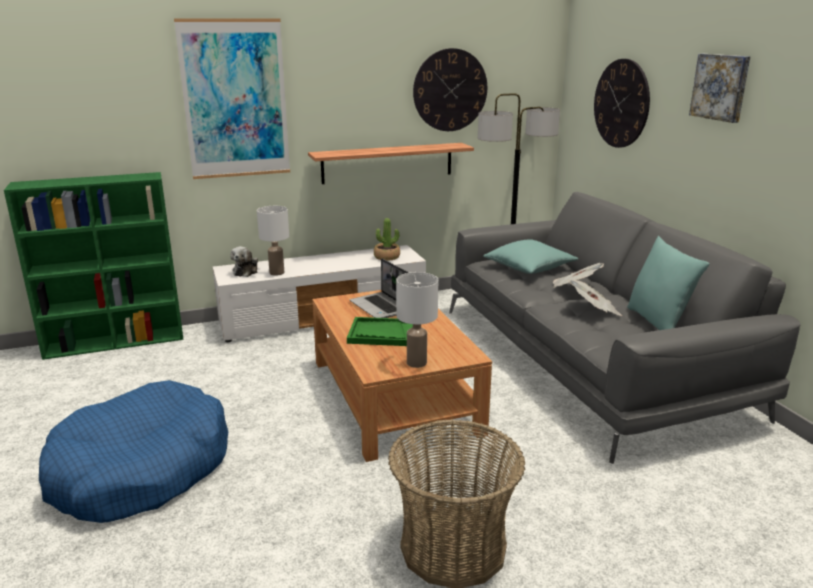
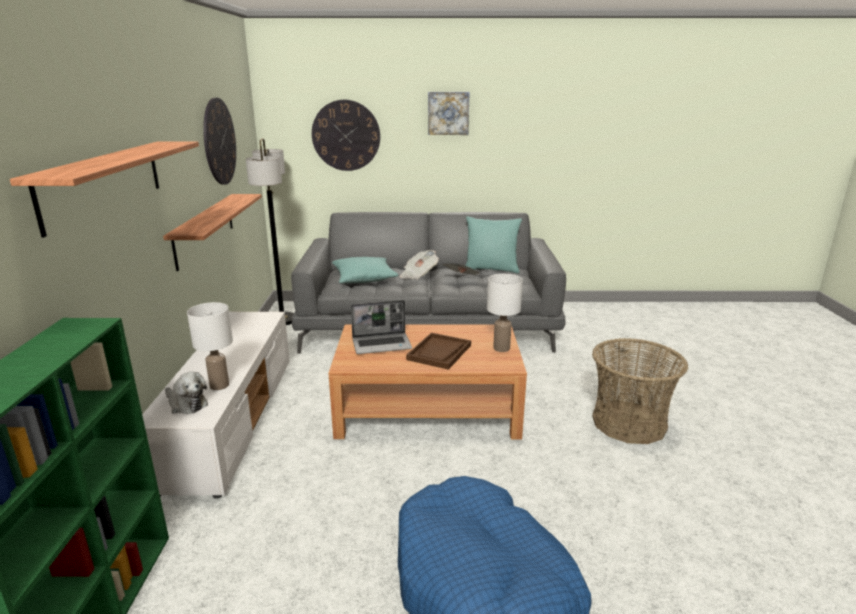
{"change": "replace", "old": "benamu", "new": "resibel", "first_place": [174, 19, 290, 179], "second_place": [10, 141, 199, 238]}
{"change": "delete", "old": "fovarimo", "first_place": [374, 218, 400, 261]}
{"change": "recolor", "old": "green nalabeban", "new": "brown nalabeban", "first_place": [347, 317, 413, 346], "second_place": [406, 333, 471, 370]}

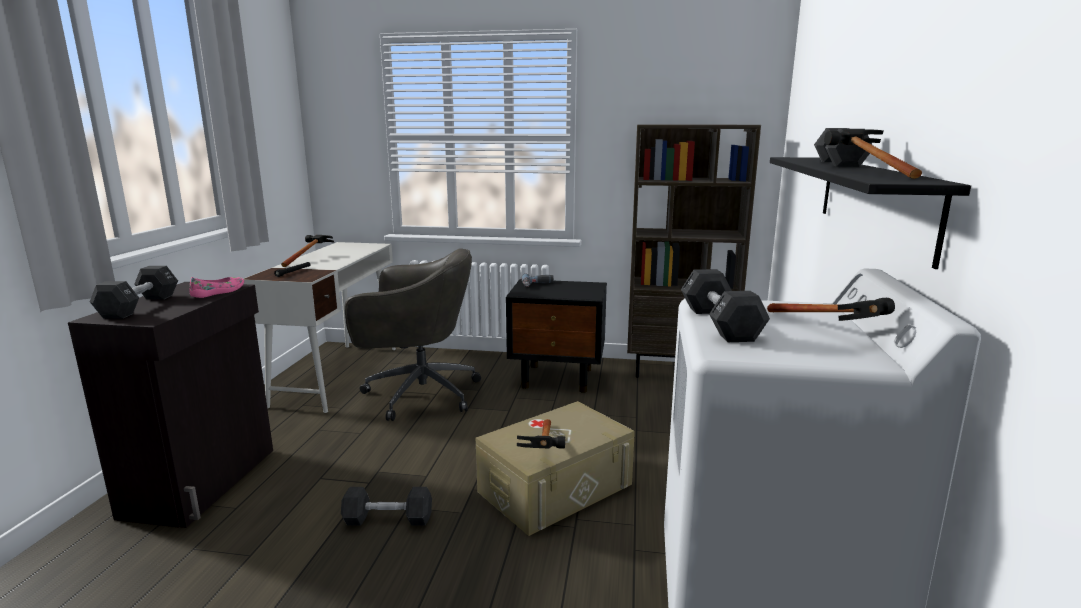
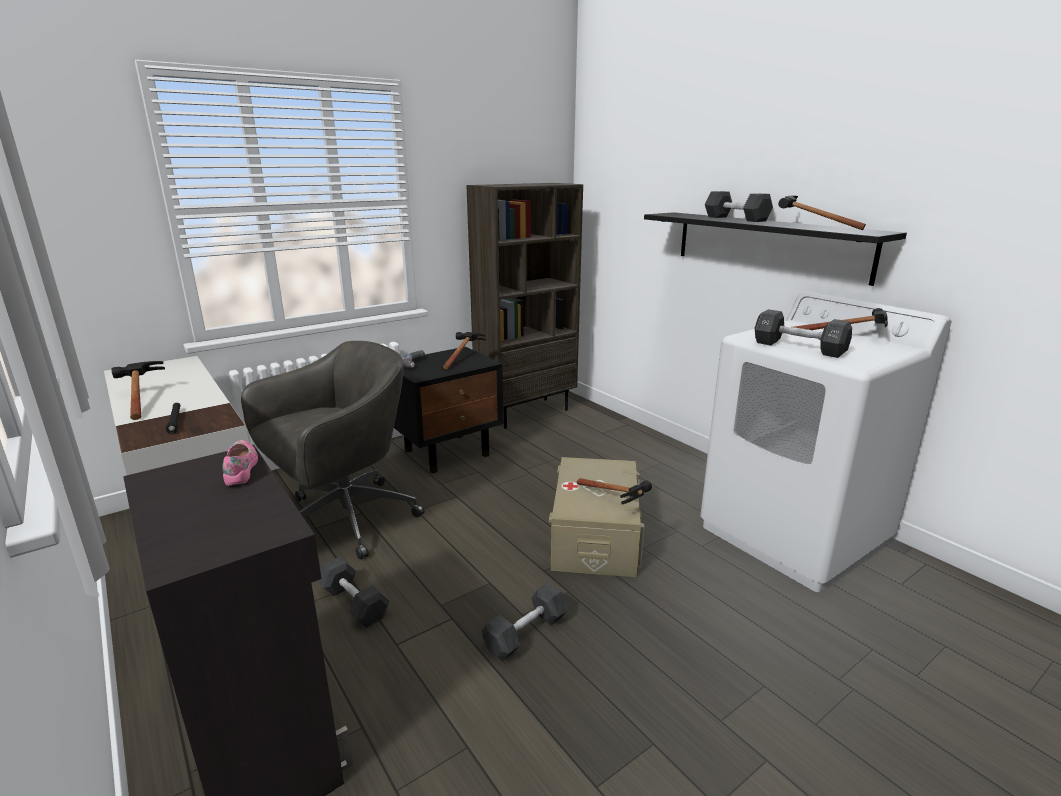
{"change": "move", "old": "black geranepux", "first_place": [90, 266, 178, 318], "second_place": [317, 557, 390, 628]}
{"change": "insert", "new": "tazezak", "second_place": [443, 332, 486, 369]}

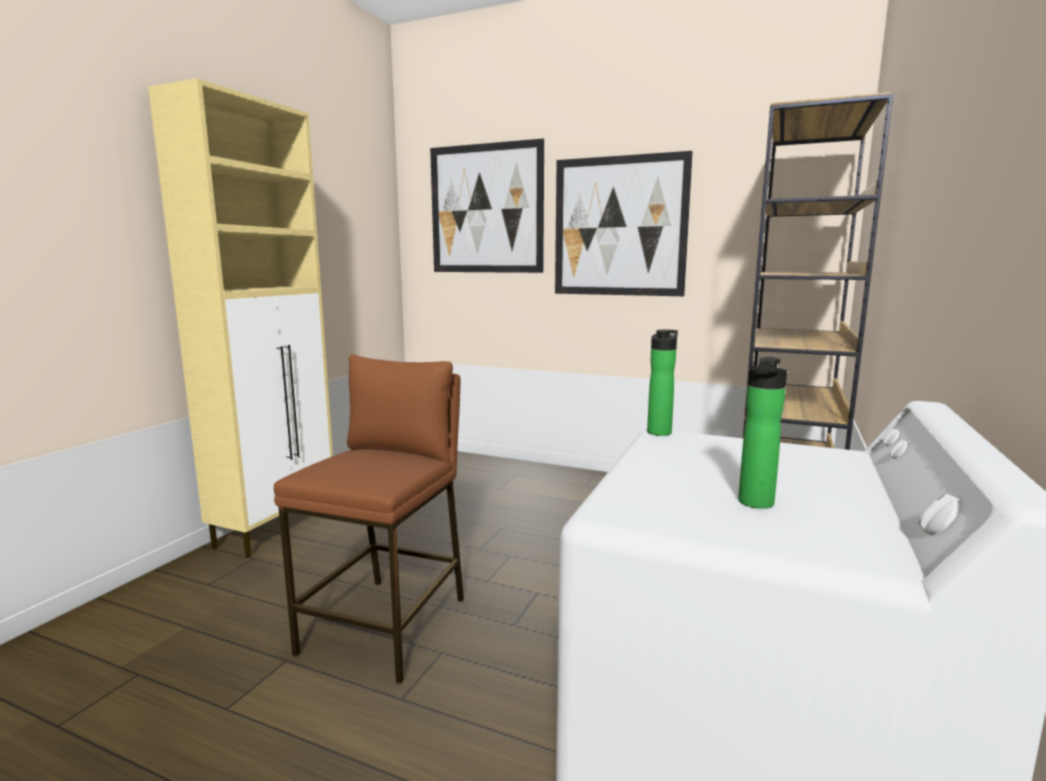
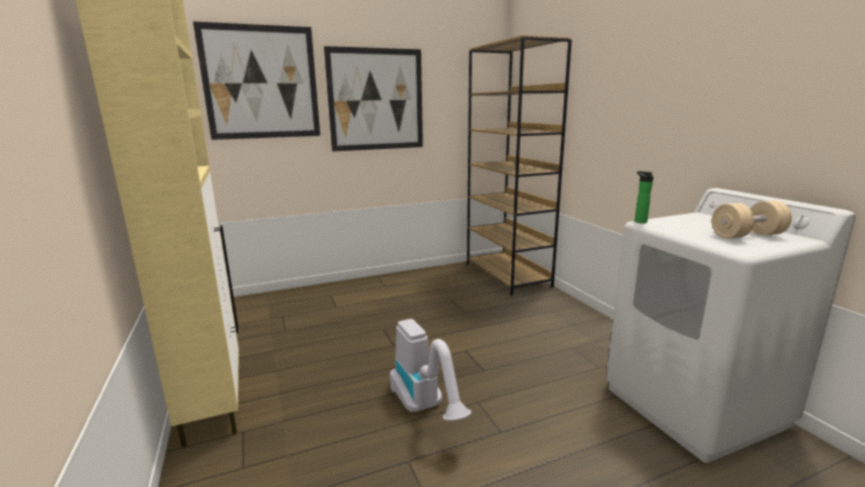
{"change": "replace", "old": "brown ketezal", "new": "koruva", "first_place": [274, 354, 464, 684], "second_place": [390, 319, 472, 421]}
{"change": "replace", "old": "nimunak", "new": "beige geranepux", "first_place": [738, 357, 787, 509], "second_place": [712, 201, 792, 239]}

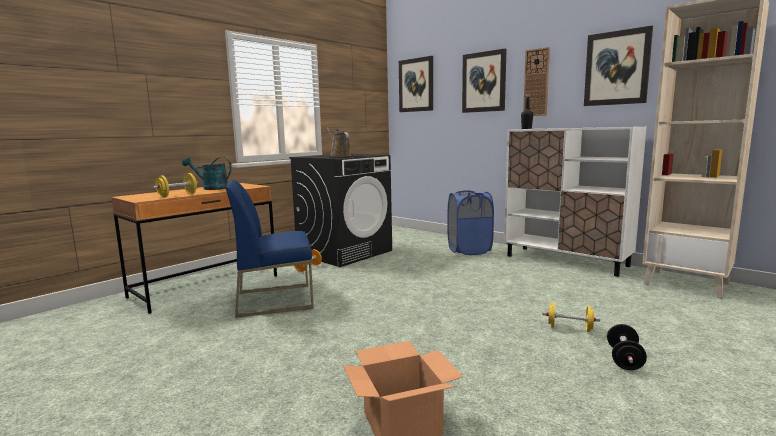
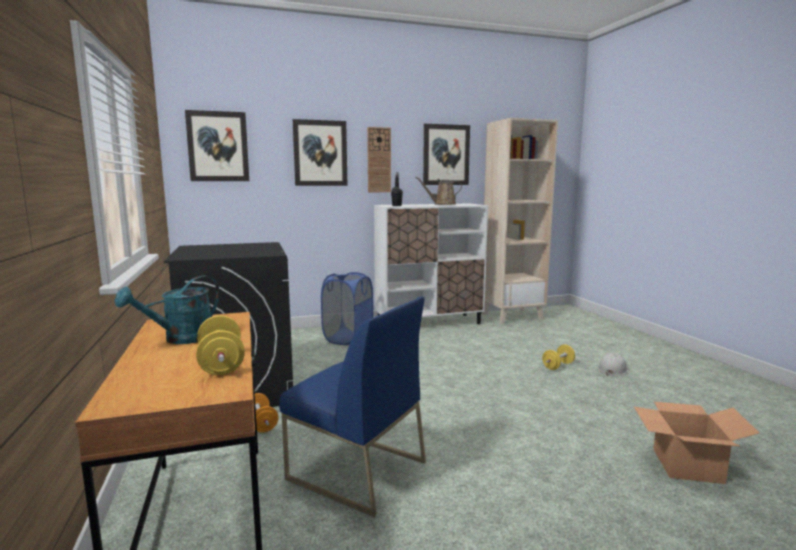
{"change": "move", "old": "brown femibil", "first_place": [327, 128, 352, 157], "second_place": [415, 177, 462, 205]}
{"change": "rotate", "old": "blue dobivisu", "first_place": [225, 180, 314, 318], "second_place": [279, 297, 426, 517], "degrees": -75}
{"change": "replace", "old": "black geranepux", "new": "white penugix", "first_place": [607, 324, 647, 370], "second_place": [598, 353, 628, 376]}

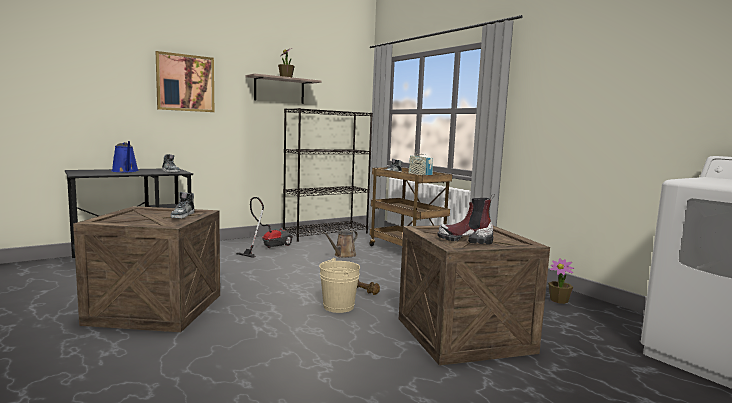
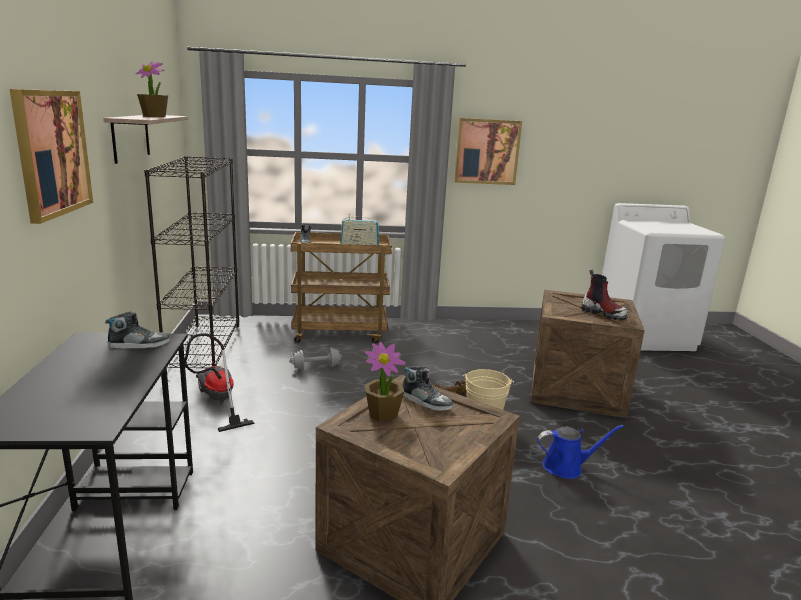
{"change": "move", "old": "blue femibil", "first_place": [112, 141, 139, 172], "second_place": [537, 425, 624, 479]}
{"change": "rotate", "old": "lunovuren", "first_place": [438, 194, 495, 244], "second_place": [581, 269, 628, 320], "degrees": -90}
{"change": "replace", "old": "brown femibil", "new": "grey geranepux", "first_place": [323, 230, 358, 258], "second_place": [289, 347, 343, 370]}
{"change": "move", "old": "fovarimo", "first_place": [548, 258, 574, 304], "second_place": [365, 342, 406, 421]}
{"change": "insert", "new": "benamu", "second_place": [454, 118, 522, 185]}

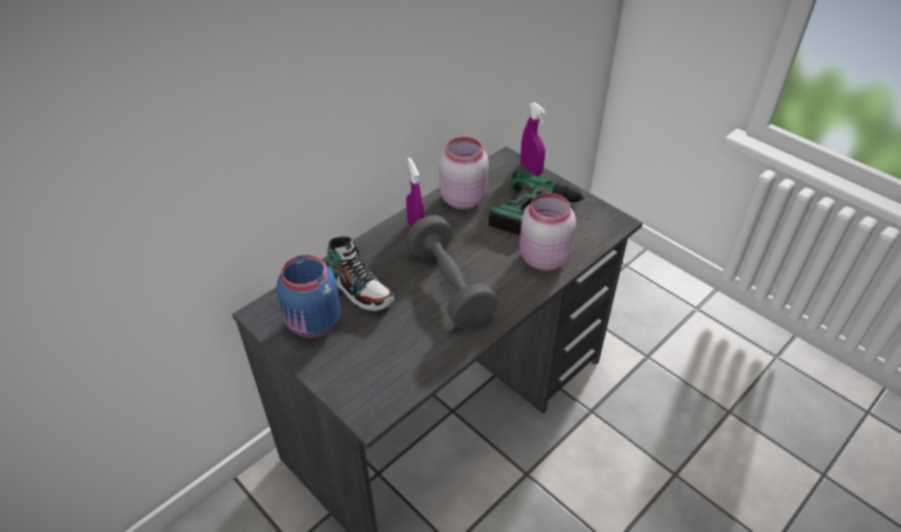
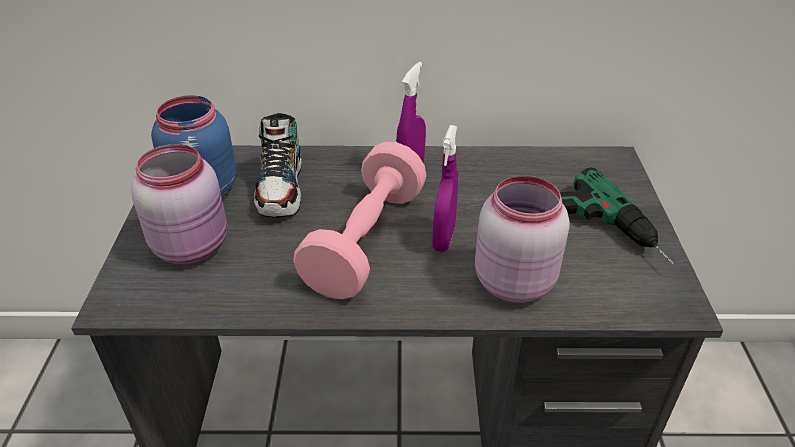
{"change": "move", "old": "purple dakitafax", "first_place": [521, 102, 546, 176], "second_place": [433, 125, 458, 252]}
{"change": "move", "old": "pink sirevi", "first_place": [439, 137, 489, 209], "second_place": [131, 144, 227, 265]}
{"change": "recolor", "old": "grey geranepux", "new": "pink geranepux", "first_place": [406, 215, 498, 328], "second_place": [293, 142, 426, 299]}

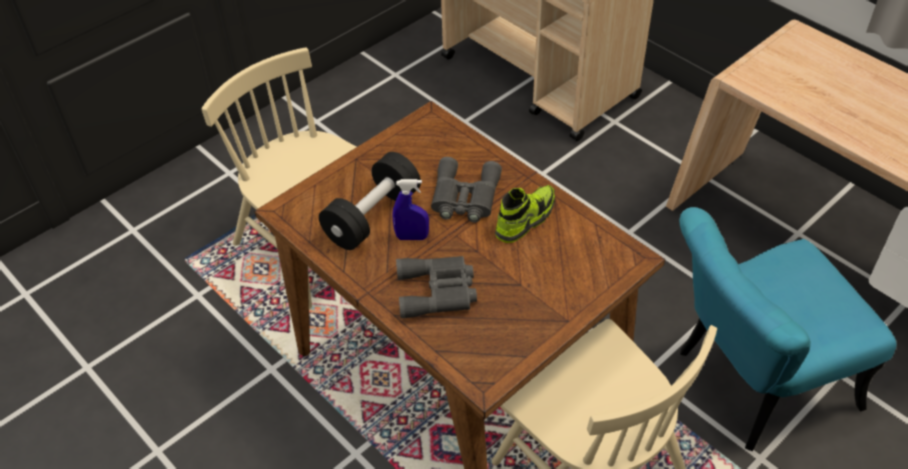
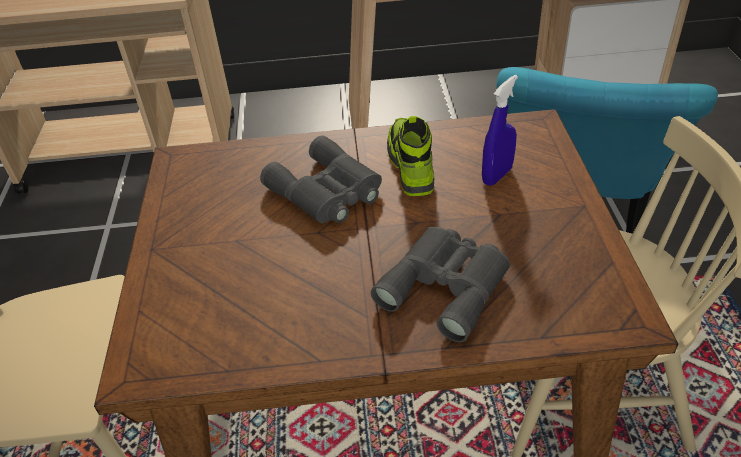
{"change": "delete", "old": "black geranepux", "first_place": [319, 152, 421, 250]}
{"change": "move", "old": "blue dakitafax", "first_place": [392, 179, 429, 240], "second_place": [482, 75, 518, 186]}

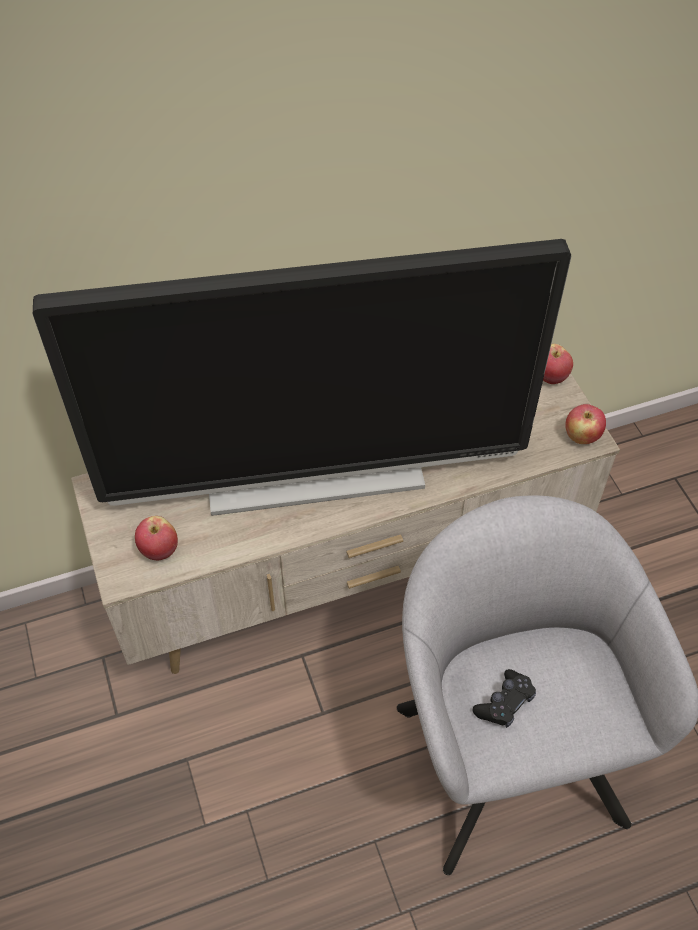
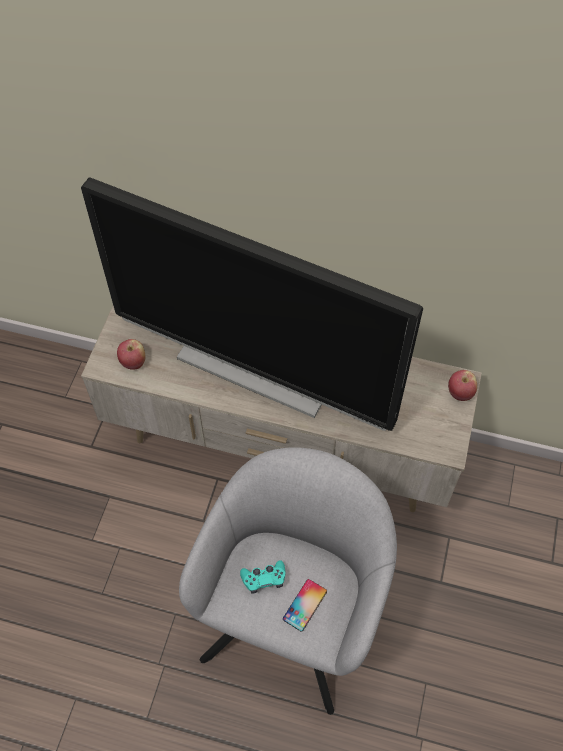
{"change": "delete", "old": "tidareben", "first_place": [565, 404, 606, 444]}
{"change": "recolor", "old": "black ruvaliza", "new": "turquoise ruvaliza", "first_place": [472, 669, 536, 728], "second_place": [240, 560, 286, 594]}
{"change": "insert", "new": "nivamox", "second_place": [283, 579, 327, 632]}

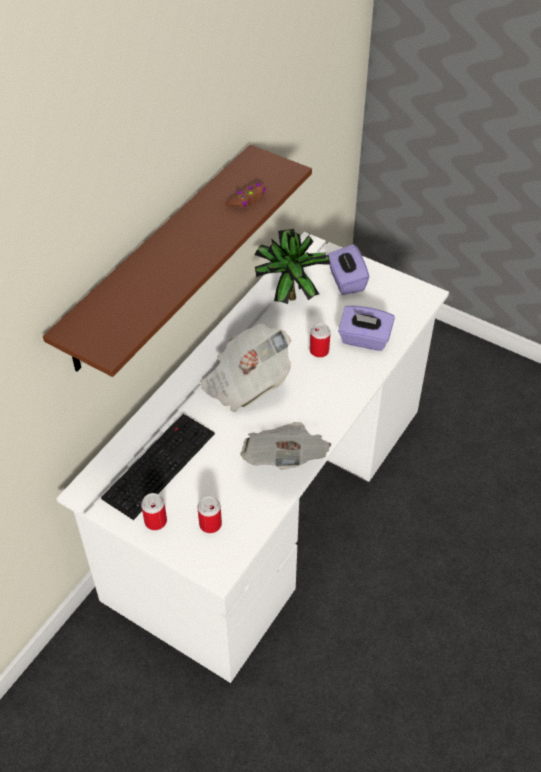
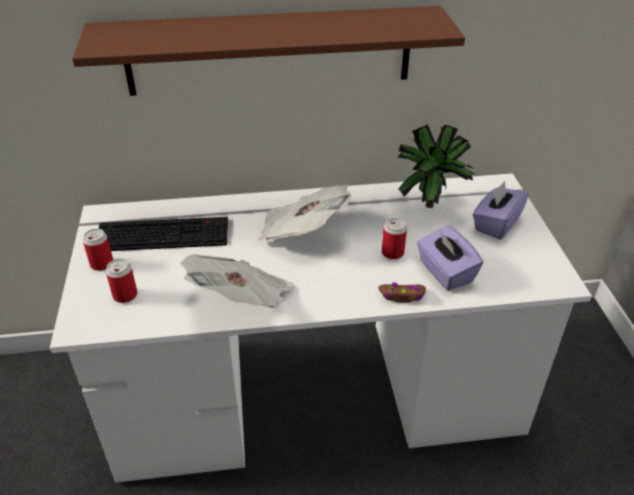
{"change": "move", "old": "brown ruvaliza", "first_place": [225, 182, 266, 208], "second_place": [378, 282, 426, 303]}

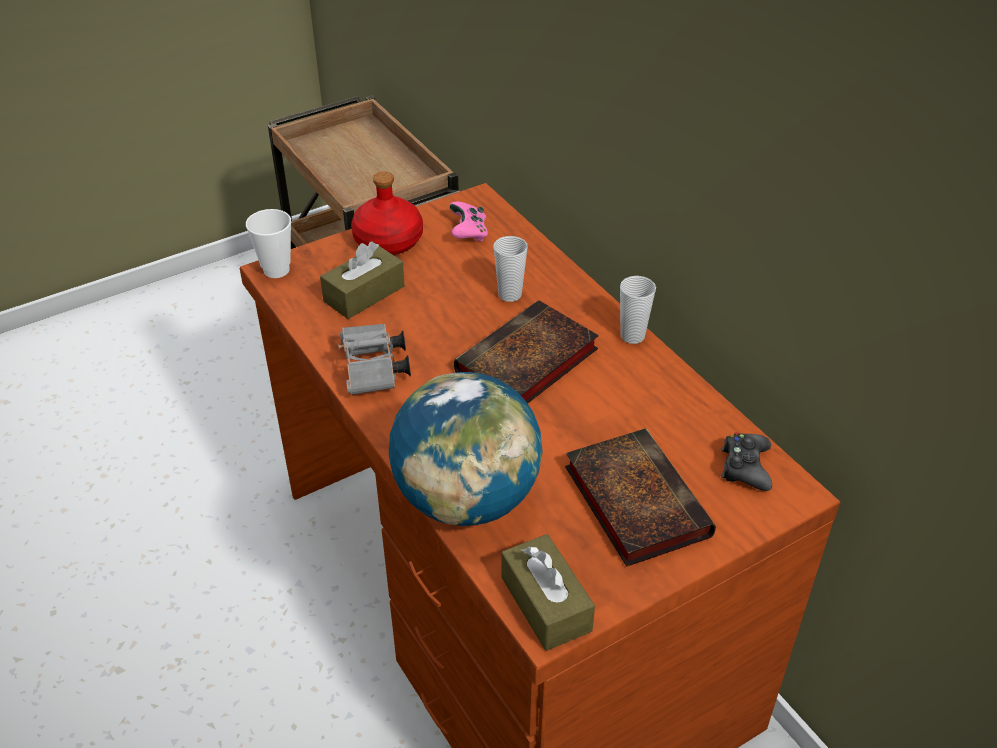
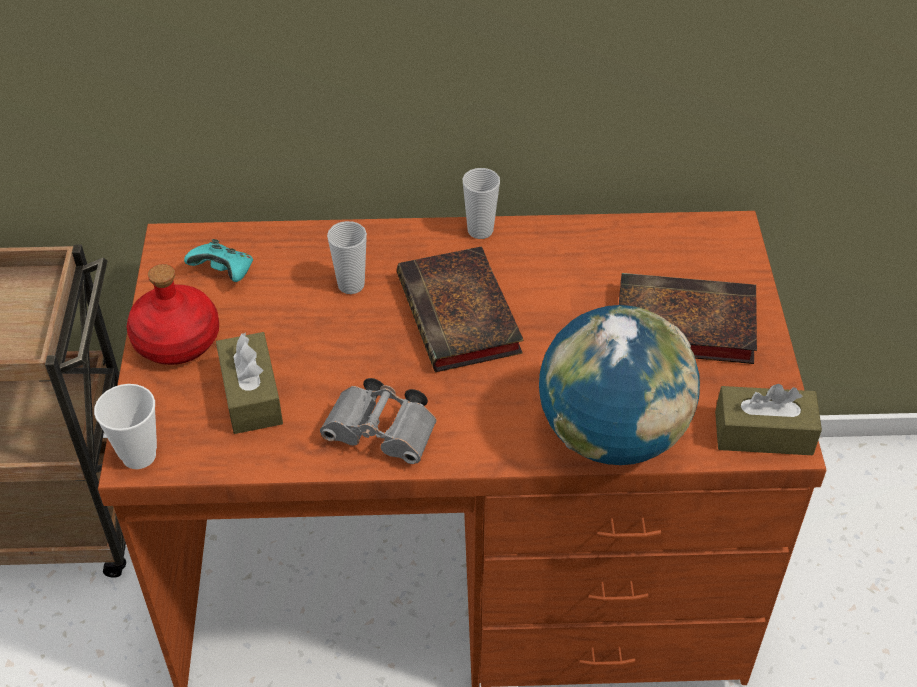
{"change": "recolor", "old": "pink ruvaliza", "new": "turquoise ruvaliza", "first_place": [449, 202, 488, 242], "second_place": [184, 239, 253, 282]}
{"change": "delete", "old": "black ruvaliza", "first_place": [721, 432, 772, 491]}

